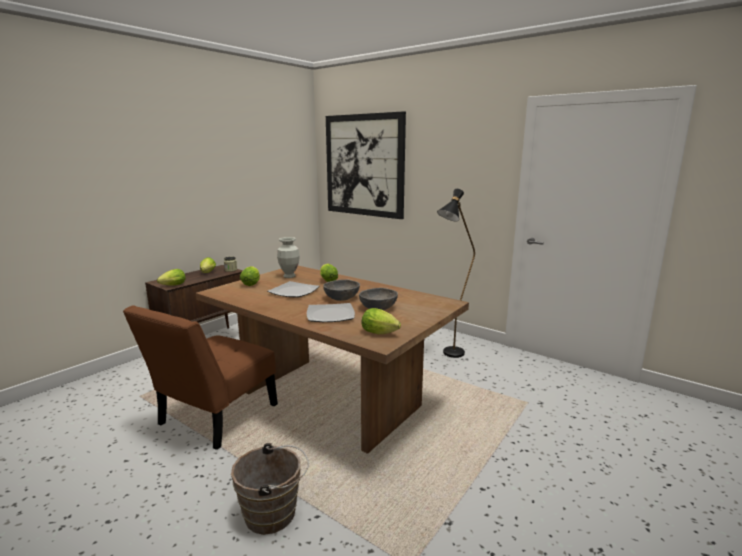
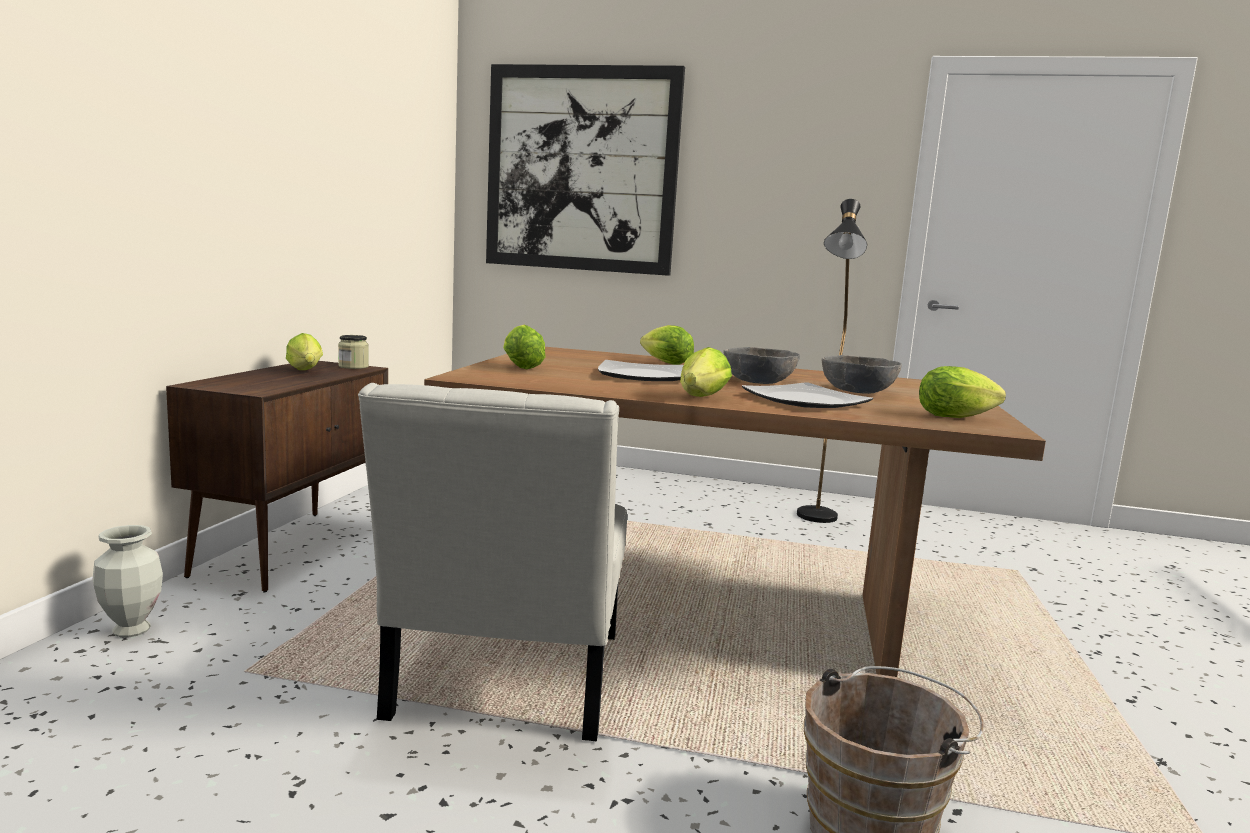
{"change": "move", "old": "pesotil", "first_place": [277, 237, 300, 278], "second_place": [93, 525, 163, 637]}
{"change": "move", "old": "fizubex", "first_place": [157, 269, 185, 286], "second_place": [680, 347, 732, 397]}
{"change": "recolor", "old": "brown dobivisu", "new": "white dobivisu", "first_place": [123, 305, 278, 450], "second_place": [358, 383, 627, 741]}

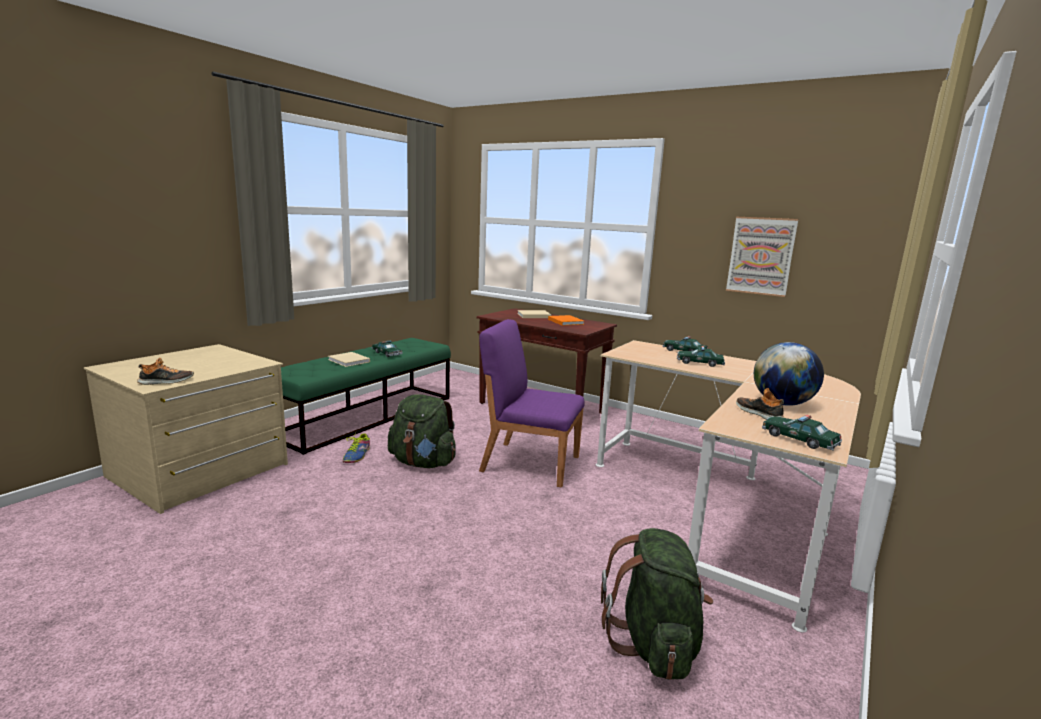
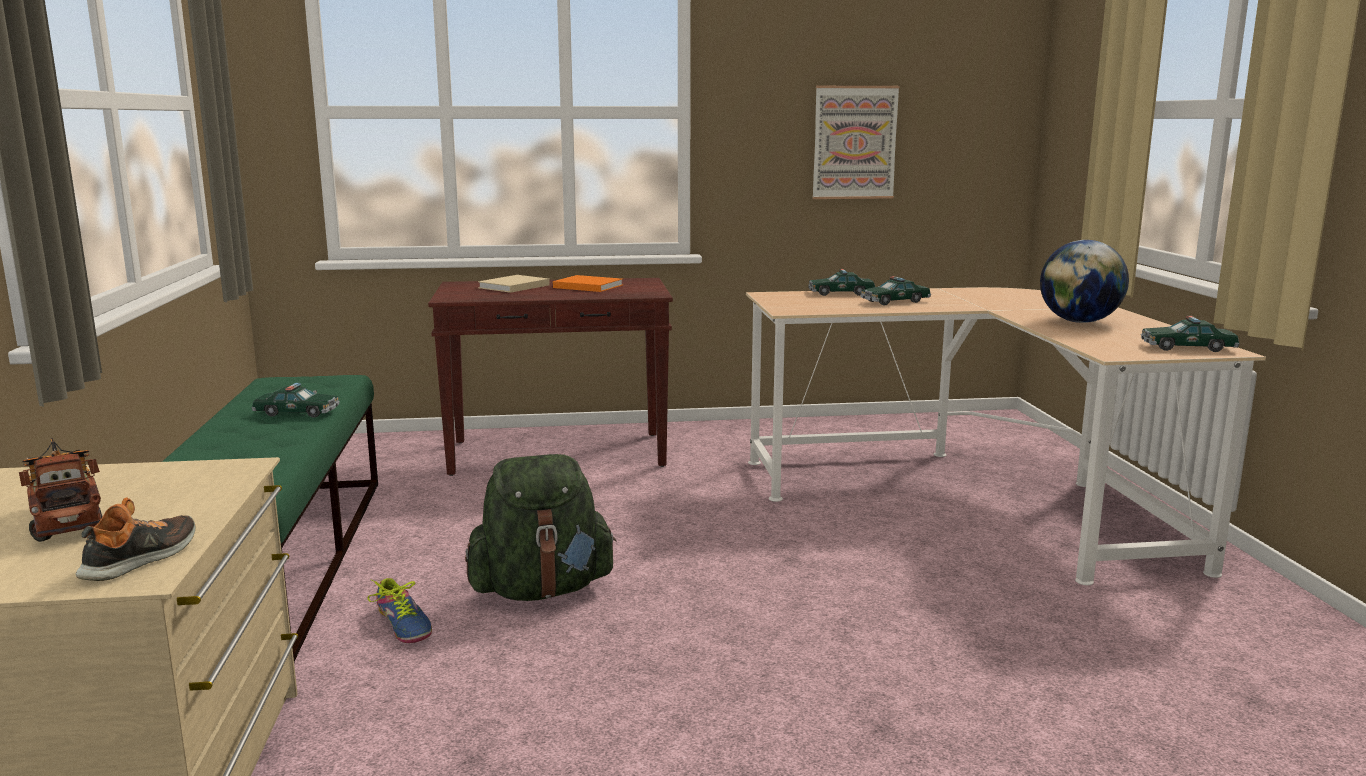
{"change": "delete", "old": "purple dobivisu", "first_place": [479, 319, 585, 488]}
{"change": "delete", "old": "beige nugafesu", "first_place": [328, 352, 370, 367]}
{"change": "delete", "old": "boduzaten", "first_place": [736, 388, 784, 420]}
{"change": "delete", "old": "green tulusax", "first_place": [601, 528, 713, 680]}
{"change": "insert", "new": "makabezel", "second_place": [19, 438, 103, 542]}

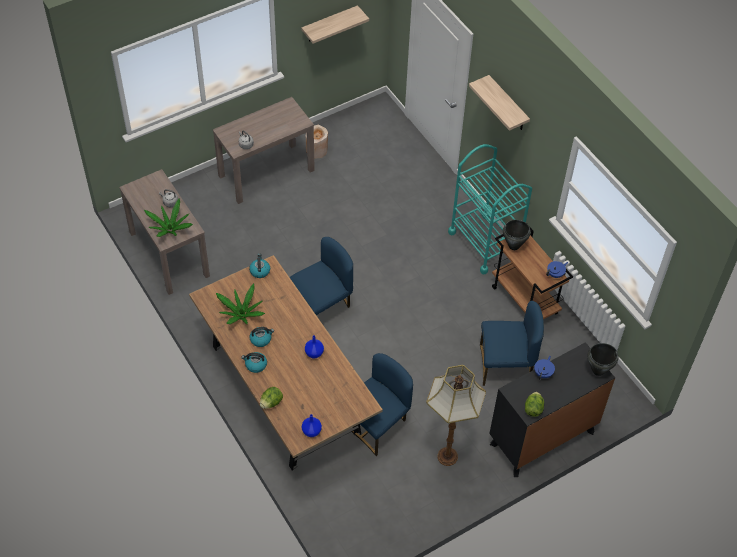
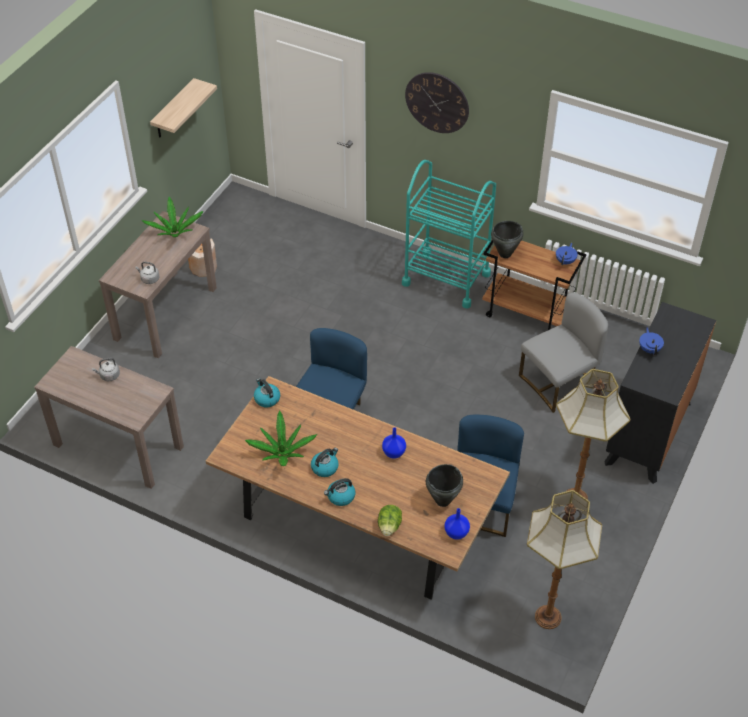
{"change": "replace", "old": "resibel", "new": "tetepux", "first_place": [469, 75, 530, 131], "second_place": [405, 72, 469, 133]}
{"change": "move", "old": "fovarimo", "first_place": [144, 198, 193, 237], "second_place": [141, 197, 203, 237]}
{"change": "recolor", "old": "blue dobivisu", "new": "grey dobivisu", "first_place": [480, 301, 544, 386], "second_place": [519, 293, 608, 413]}
{"change": "move", "old": "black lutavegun", "first_place": [588, 343, 618, 376], "second_place": [426, 464, 463, 507]}
{"change": "delete", "old": "fizubex", "first_place": [525, 392, 544, 417]}
{"change": "insert", "new": "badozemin", "second_place": [527, 490, 602, 629]}

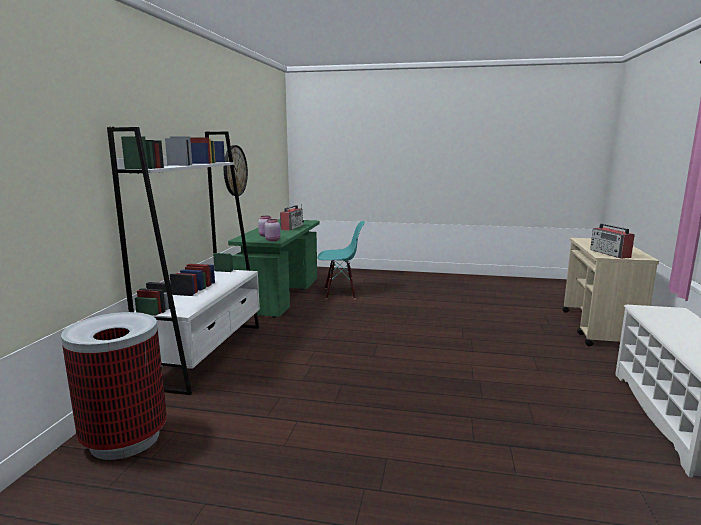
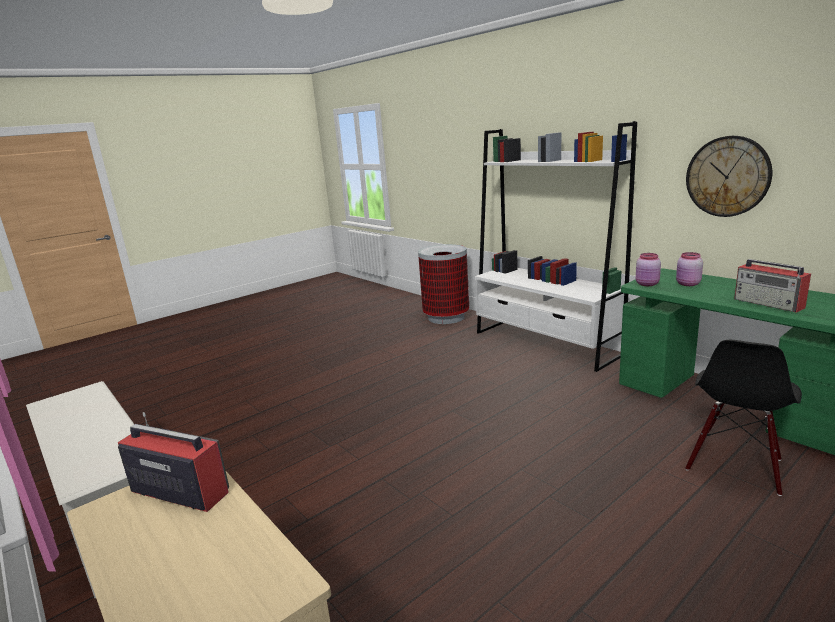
{"change": "recolor", "old": "turquoise dobivisu", "new": "black dobivisu", "first_place": [317, 221, 365, 299], "second_place": [685, 340, 802, 496]}

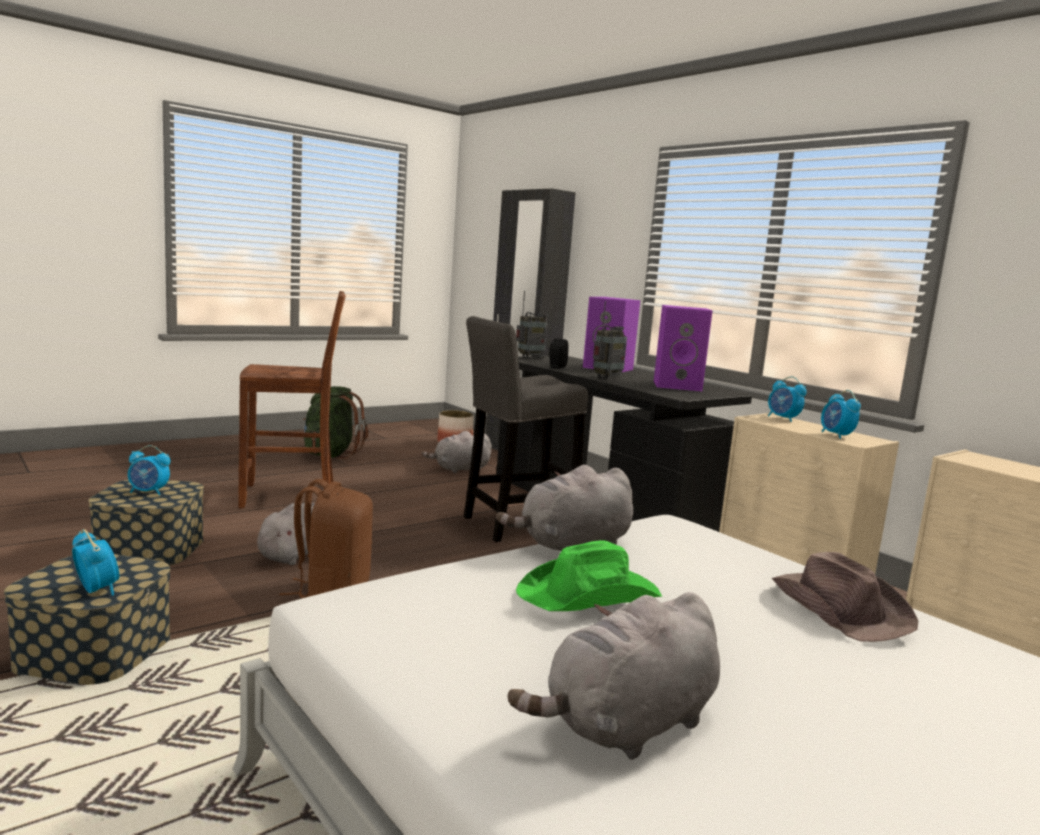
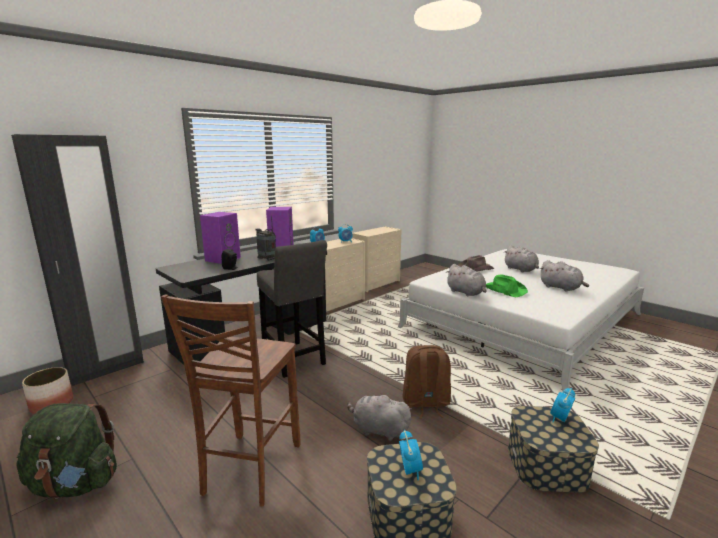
{"change": "rotate", "old": "brown dobivisu", "first_place": [238, 291, 346, 508], "second_place": [161, 294, 301, 506], "degrees": -150}
{"change": "delete", "old": "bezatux", "first_place": [516, 291, 548, 358]}
{"change": "move", "old": "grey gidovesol", "first_place": [422, 431, 492, 473], "second_place": [503, 245, 539, 272]}

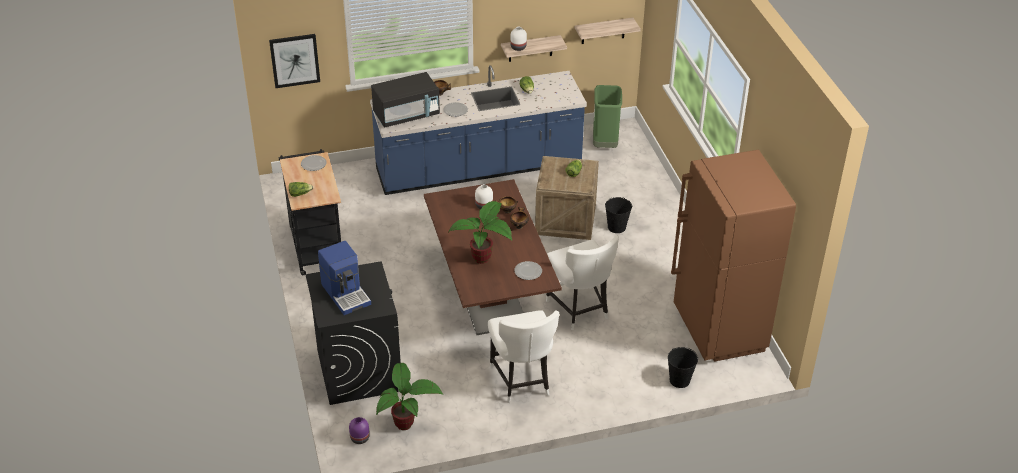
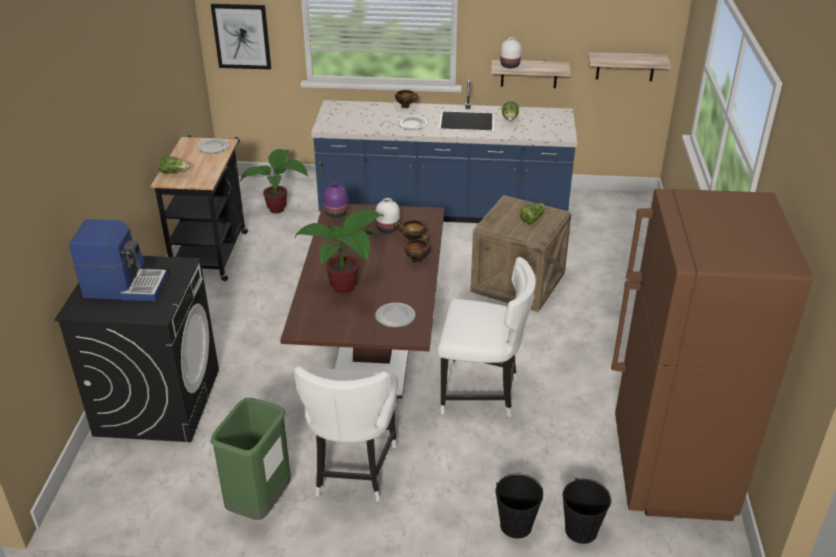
{"change": "delete", "old": "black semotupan", "first_place": [371, 72, 440, 128]}
{"change": "move", "old": "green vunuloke", "first_place": [593, 85, 622, 148], "second_place": [210, 398, 291, 520]}
{"change": "move", "old": "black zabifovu", "first_place": [605, 197, 632, 233], "second_place": [496, 473, 543, 538]}
{"change": "rotate", "old": "white dobivisu", "first_place": [546, 235, 619, 330], "second_place": [438, 257, 536, 418], "degrees": -75}
{"change": "rotate", "old": "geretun", "first_place": [318, 241, 371, 315], "second_place": [69, 219, 168, 301], "degrees": -75}
{"change": "move", "old": "fovarimo", "first_place": [376, 363, 443, 430], "second_place": [241, 149, 308, 214]}
{"change": "move", "old": "purple pesotil", "first_place": [349, 417, 370, 444], "second_place": [324, 183, 348, 218]}

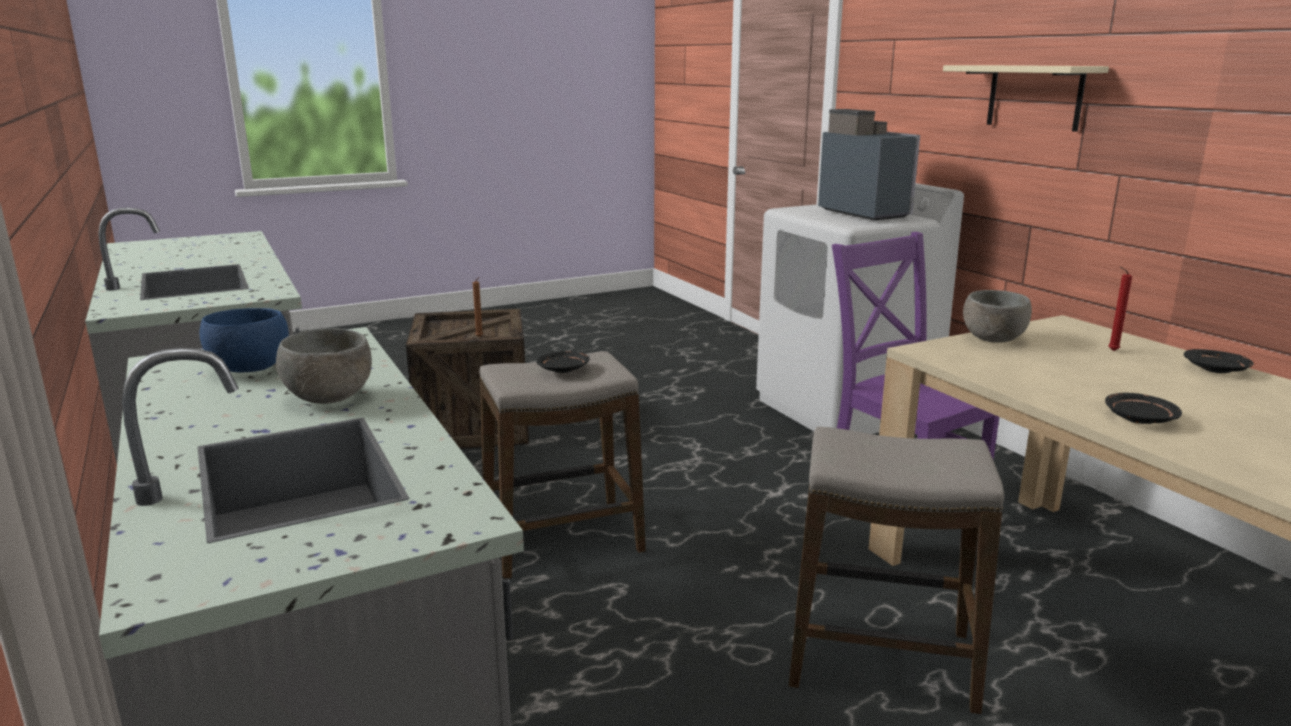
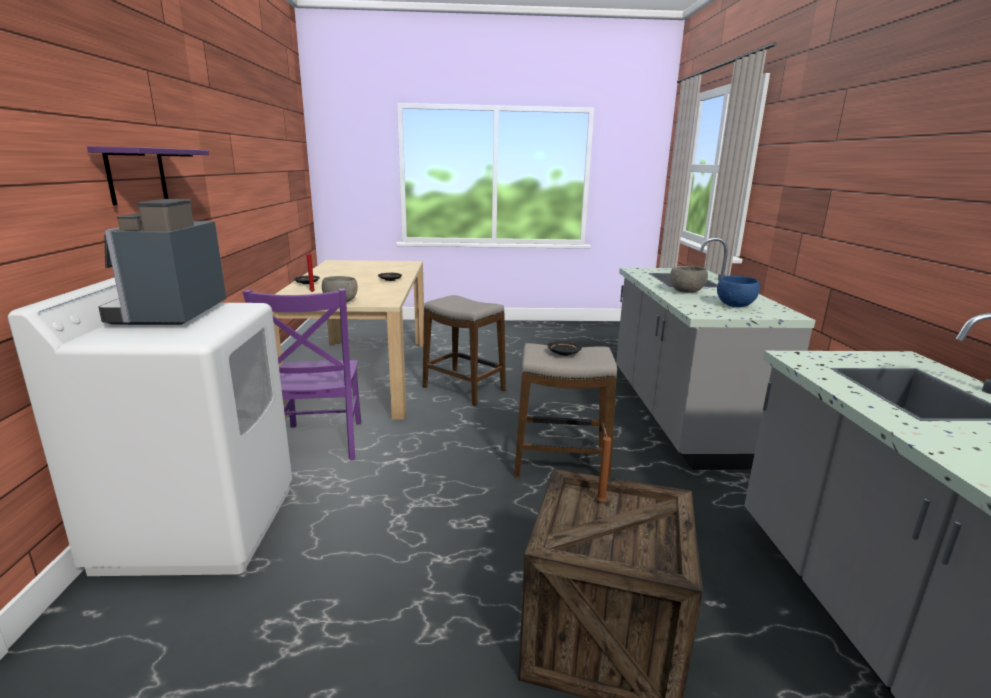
{"change": "recolor", "old": "beige resibel", "new": "purple resibel", "first_place": [943, 65, 1109, 132], "second_place": [87, 146, 209, 206]}

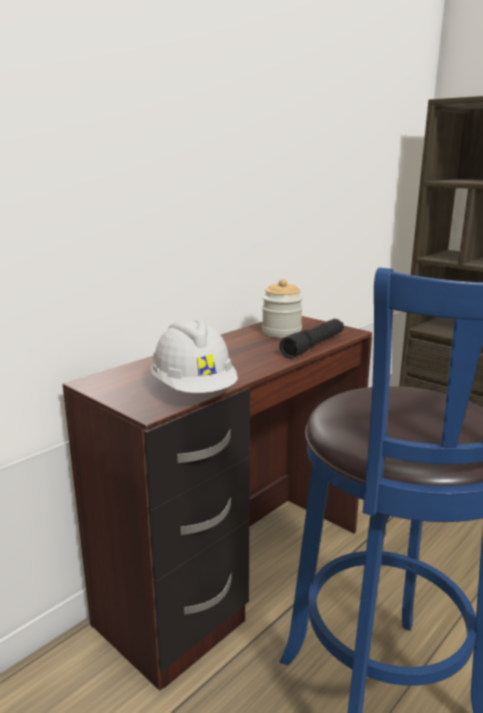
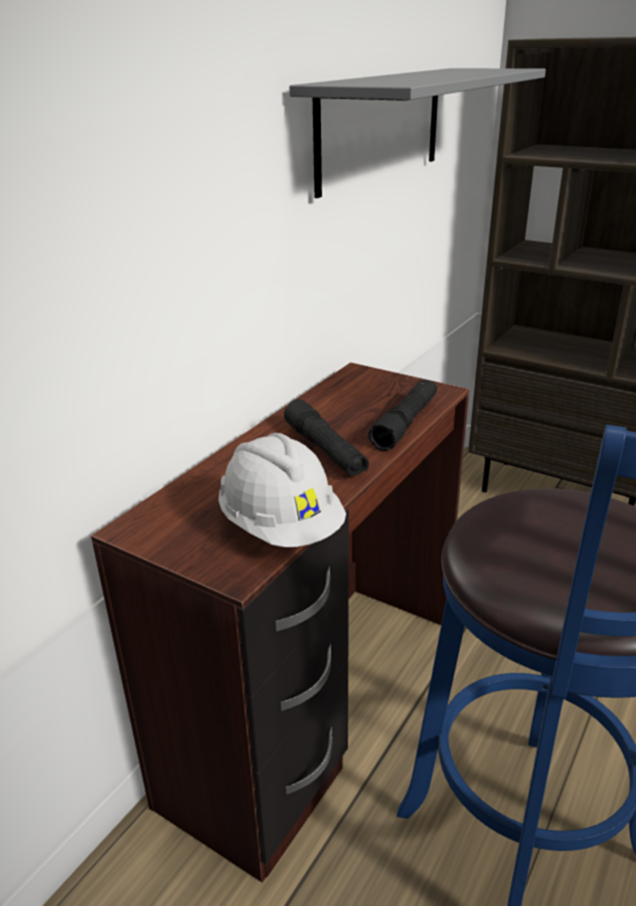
{"change": "delete", "old": "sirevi", "first_place": [262, 279, 303, 338]}
{"change": "insert", "new": "grey resibel", "second_place": [289, 68, 546, 198]}
{"change": "insert", "new": "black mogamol", "second_place": [284, 399, 369, 476]}

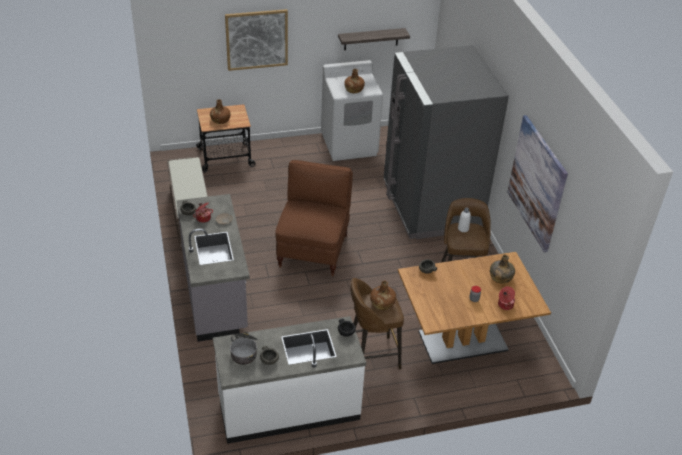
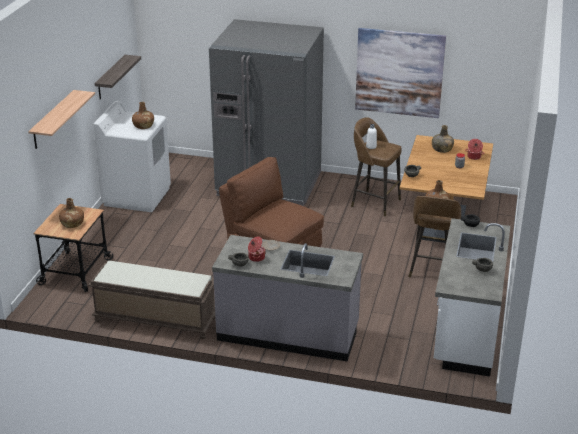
{"change": "replace", "old": "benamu", "new": "resibel", "first_place": [225, 9, 288, 71], "second_place": [28, 90, 95, 149]}
{"change": "delete", "old": "lutavegun", "first_place": [230, 332, 258, 365]}

